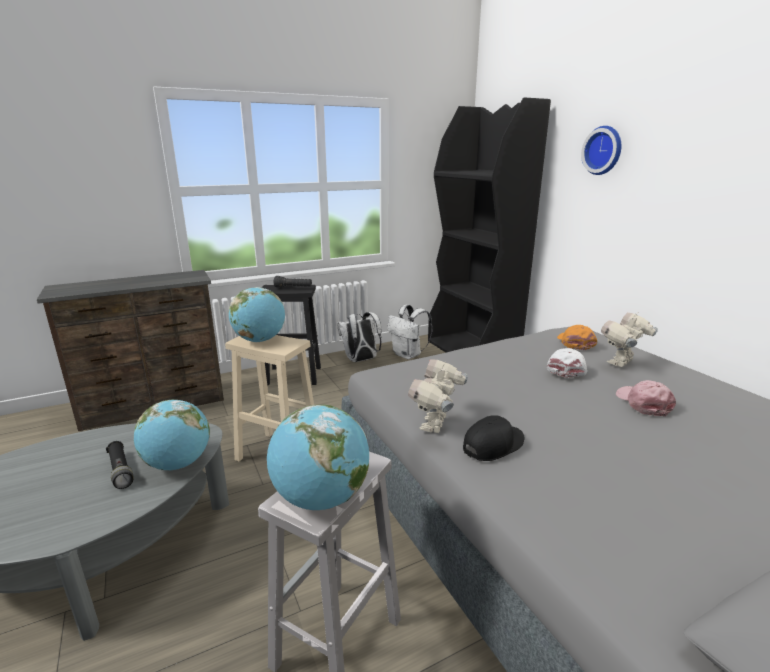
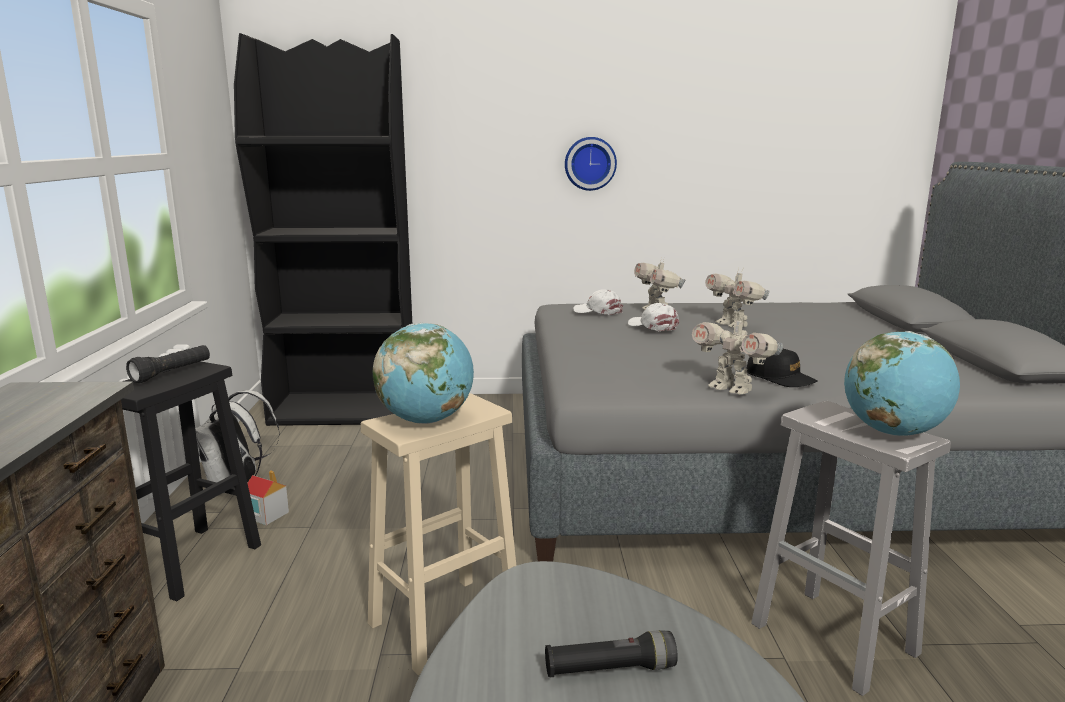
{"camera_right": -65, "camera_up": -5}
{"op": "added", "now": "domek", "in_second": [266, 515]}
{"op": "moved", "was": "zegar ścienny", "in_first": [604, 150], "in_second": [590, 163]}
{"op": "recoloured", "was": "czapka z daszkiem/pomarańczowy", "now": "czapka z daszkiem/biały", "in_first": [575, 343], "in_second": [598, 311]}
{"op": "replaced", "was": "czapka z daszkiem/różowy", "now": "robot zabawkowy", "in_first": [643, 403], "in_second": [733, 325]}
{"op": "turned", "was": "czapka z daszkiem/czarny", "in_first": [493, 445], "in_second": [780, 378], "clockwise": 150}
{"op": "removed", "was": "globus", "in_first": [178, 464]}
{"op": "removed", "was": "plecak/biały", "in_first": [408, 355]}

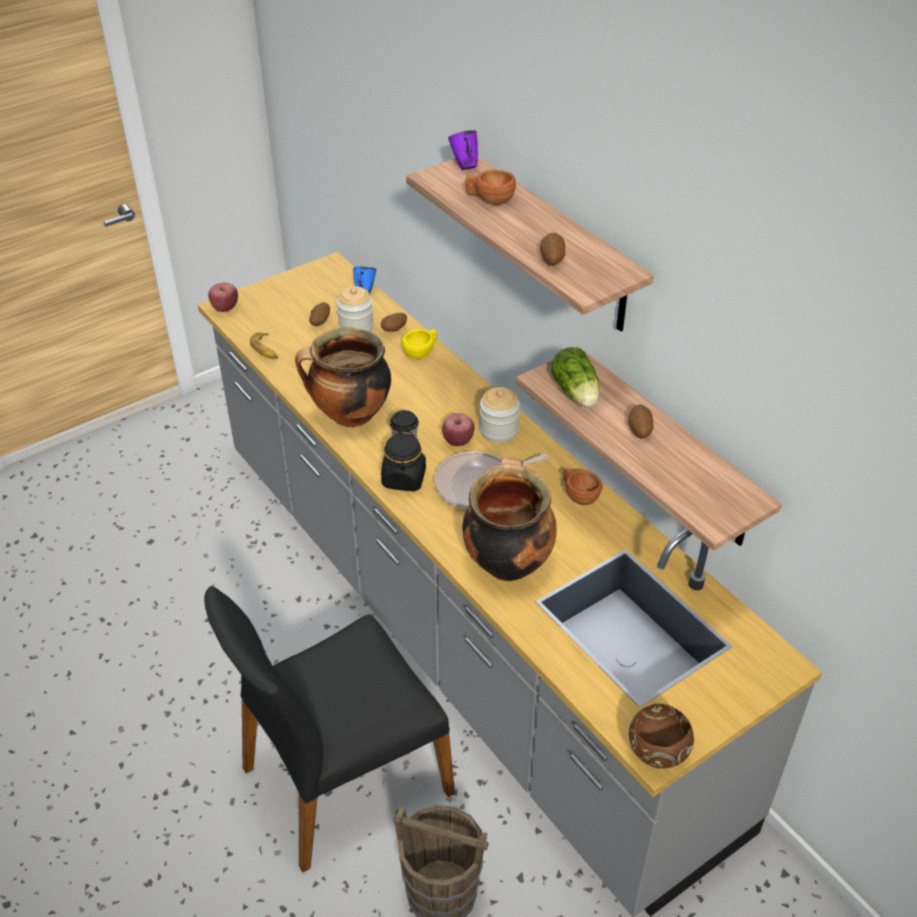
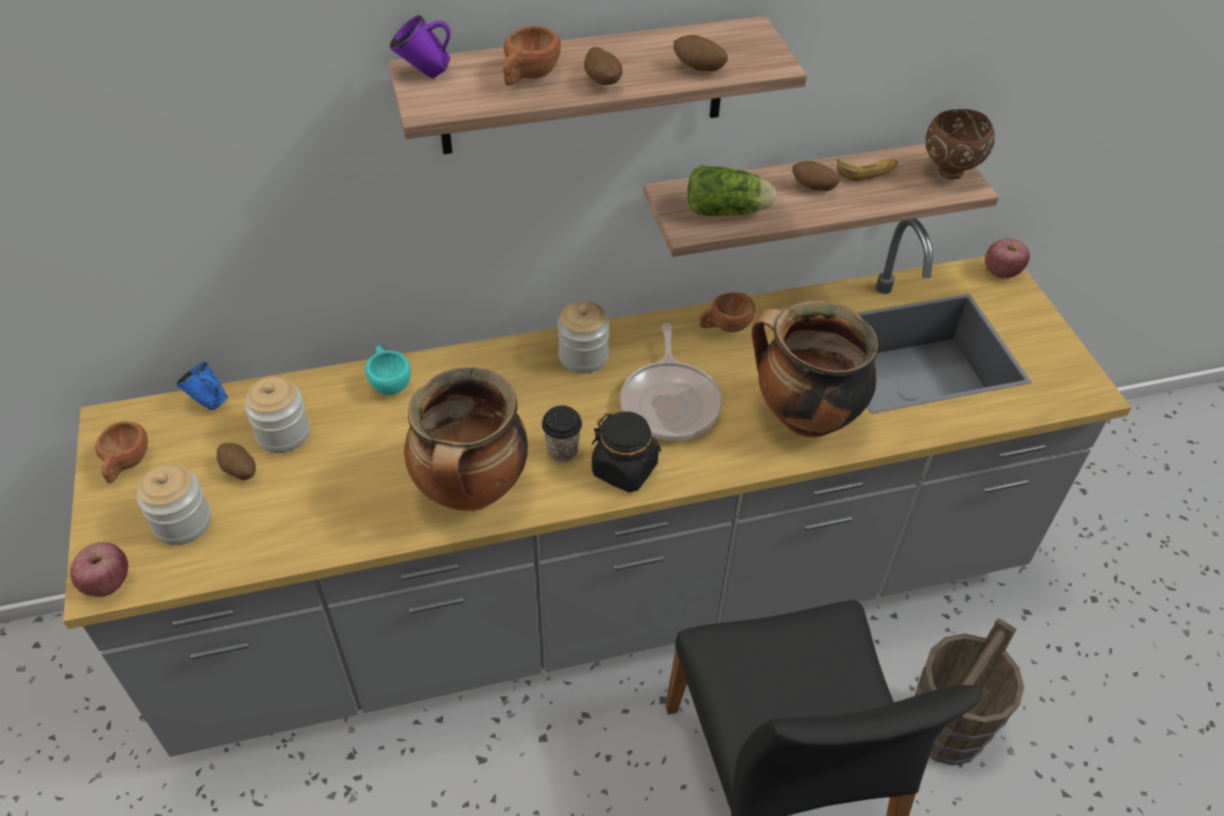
{"camera_right": -70, "camera_up": 5}
{"op": "added", "now": "filiżanka/brązowy", "in_second": [126, 465]}
{"op": "added", "now": "słoik", "in_second": [182, 522]}
{"op": "recoloured", "was": "filiżanka/żółty", "now": "filiżanka/turkusowy", "in_first": [421, 352], "in_second": [389, 382]}
{"op": "moved", "was": "ziemniak", "in_first": [394, 330], "in_second": [603, 82]}
{"op": "moved", "was": "banan", "in_first": [266, 350], "in_second": [867, 172]}
{"op": "moved", "was": "miska/brązowy", "in_first": [655, 757], "in_second": [948, 173]}
{"op": "moved", "was": "jabłko", "in_first": [458, 441], "in_second": [1001, 272]}

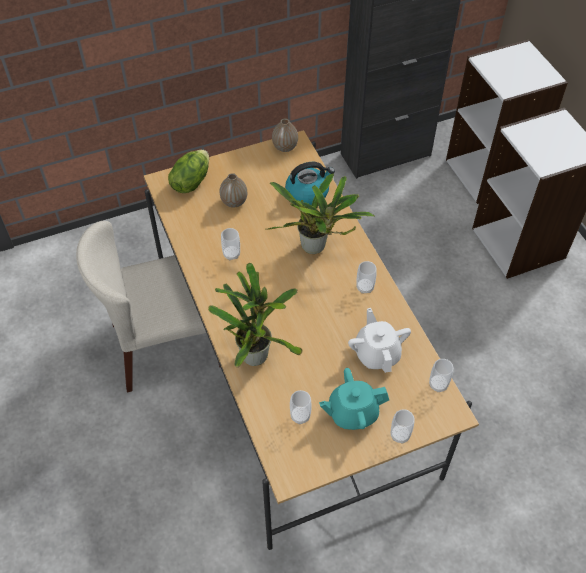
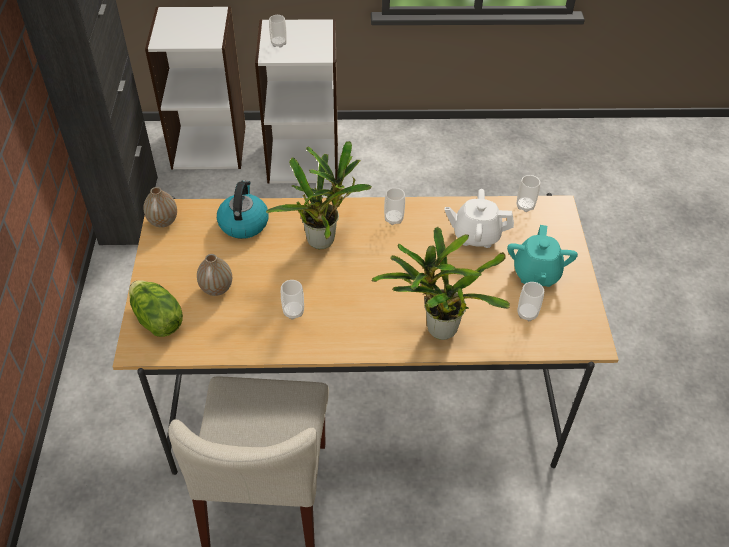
{"camera_right": -70, "camera_up": -5}
{"op": "moved", "was": "filiżanka", "in_first": [400, 435], "in_second": [278, 43]}

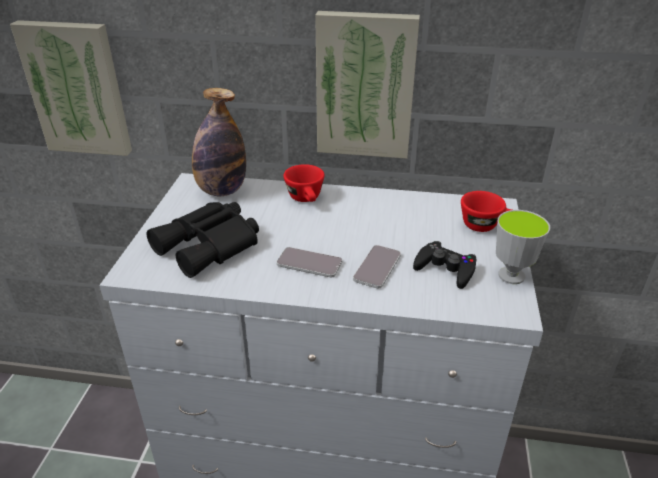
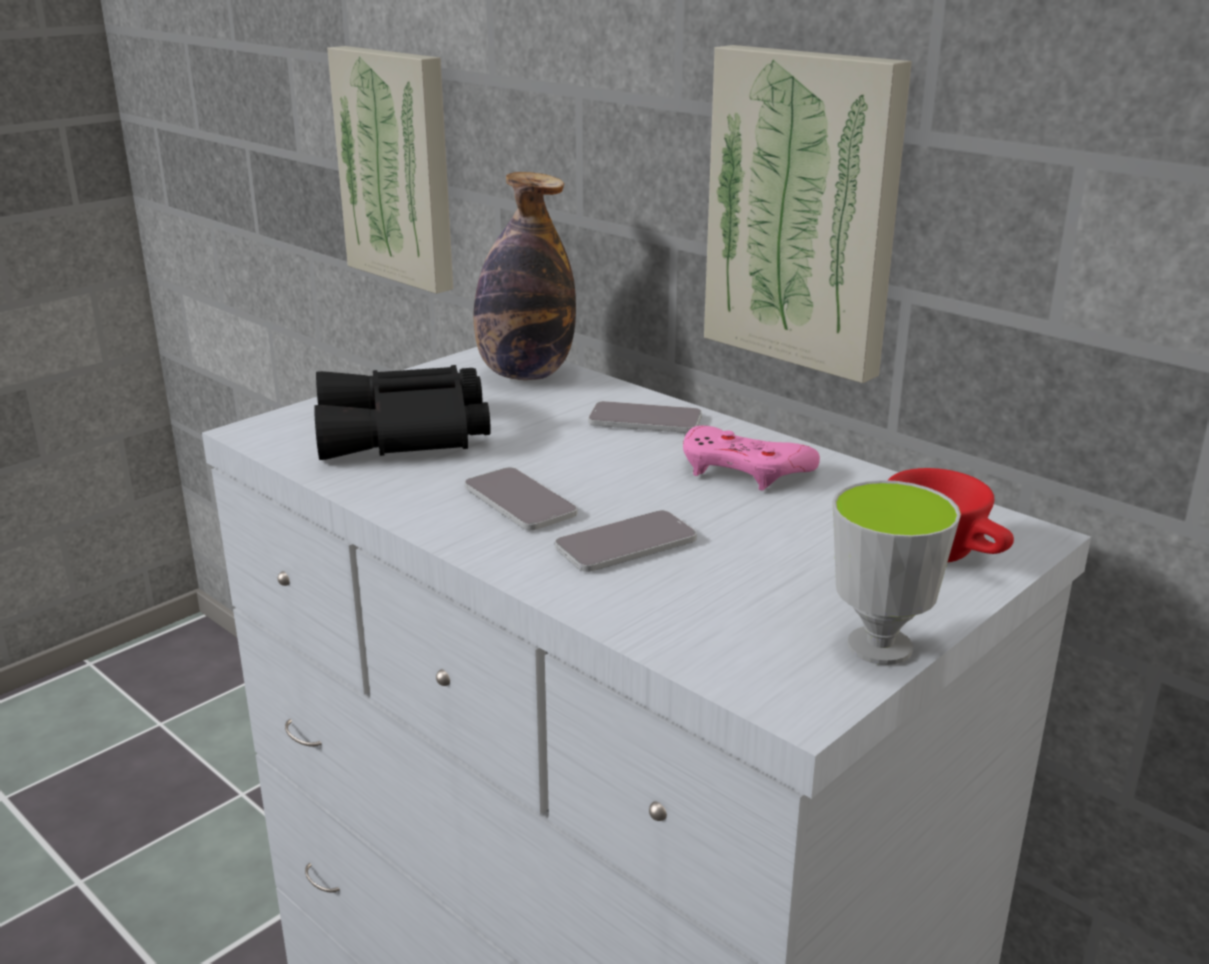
{"camera_right": 35, "camera_up": -10}
{"op": "replaced", "was": "filiżanka/czerwony", "now": "telefon", "in_first": [306, 199], "in_second": [645, 420]}
{"op": "added", "now": "pad do gier/różowy", "in_second": [744, 469]}
{"op": "removed", "was": "pad do gier/czarny", "in_first": [445, 269]}

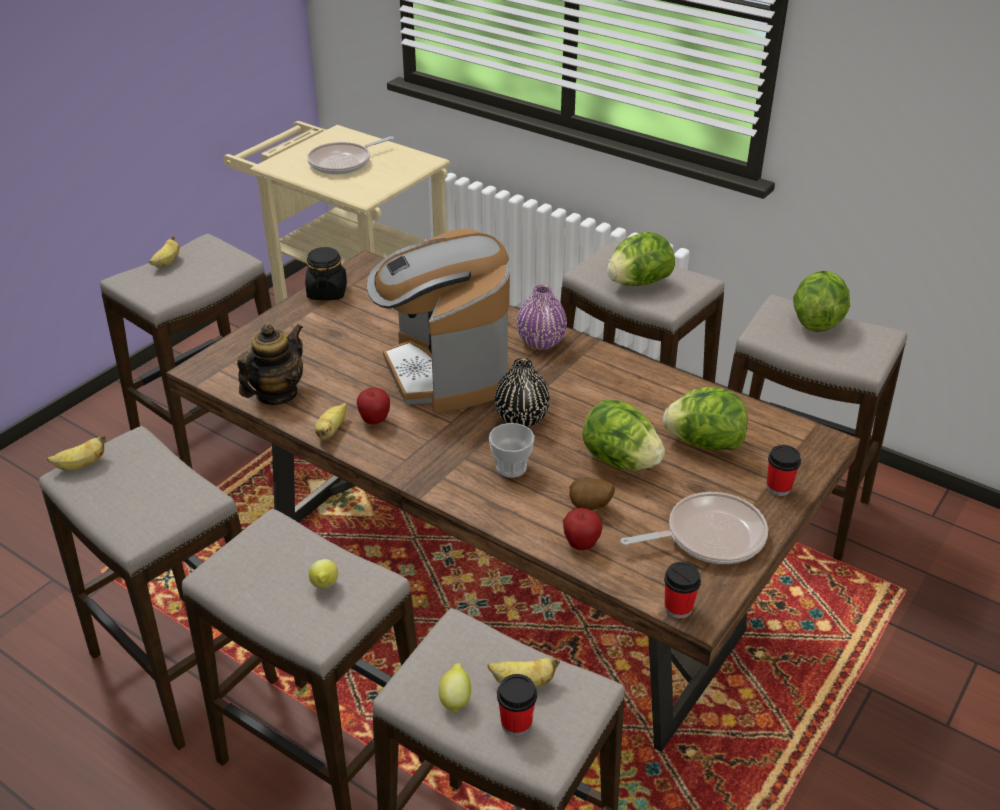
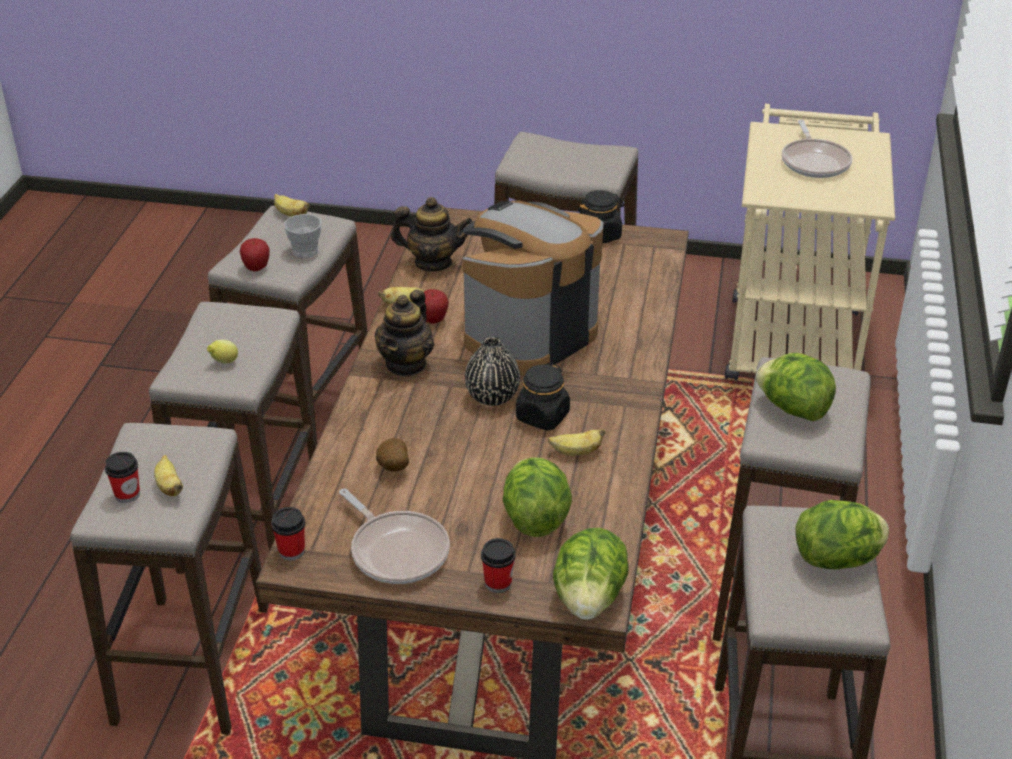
{"camera_right": 65, "camera_up": 0}
{"op": "moved", "was": "jabłko", "in_first": [581, 544], "in_second": [256, 268]}
{"op": "moved", "was": "filiżanka", "in_first": [511, 467], "in_second": [305, 251]}
{"op": "added", "now": "imbryk", "in_second": [406, 364]}
{"op": "added", "now": "słoik/czarny", "in_second": [542, 416]}
{"op": "moved", "was": "banan", "in_first": [167, 263], "in_second": [576, 452]}
{"op": "moved", "was": "sałata", "in_first": [620, 461], "in_second": [589, 598]}
{"op": "turned", "was": "patelnia", "in_first": [343, 162], "in_second": [814, 162], "clockwise": -120}
{"op": "removed", "was": "cytryna", "in_first": [455, 699]}
{"op": "removed", "was": "wazon/fioletowy", "in_first": [541, 342]}

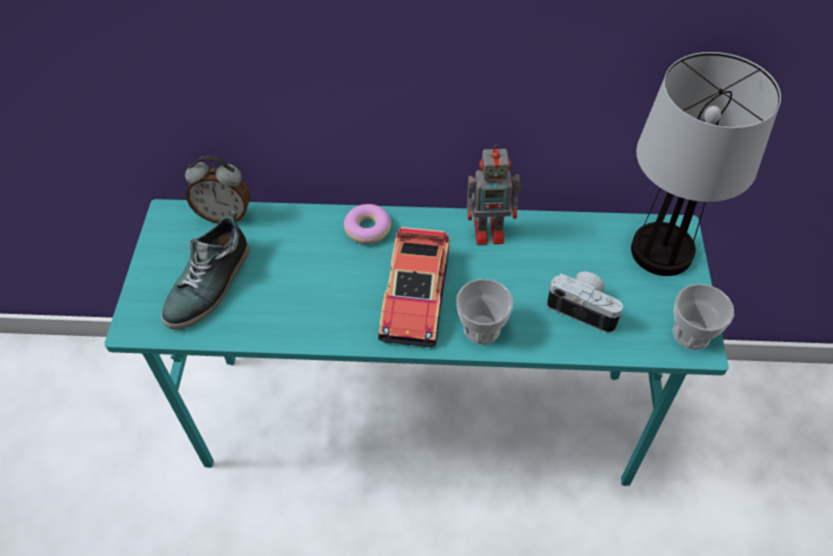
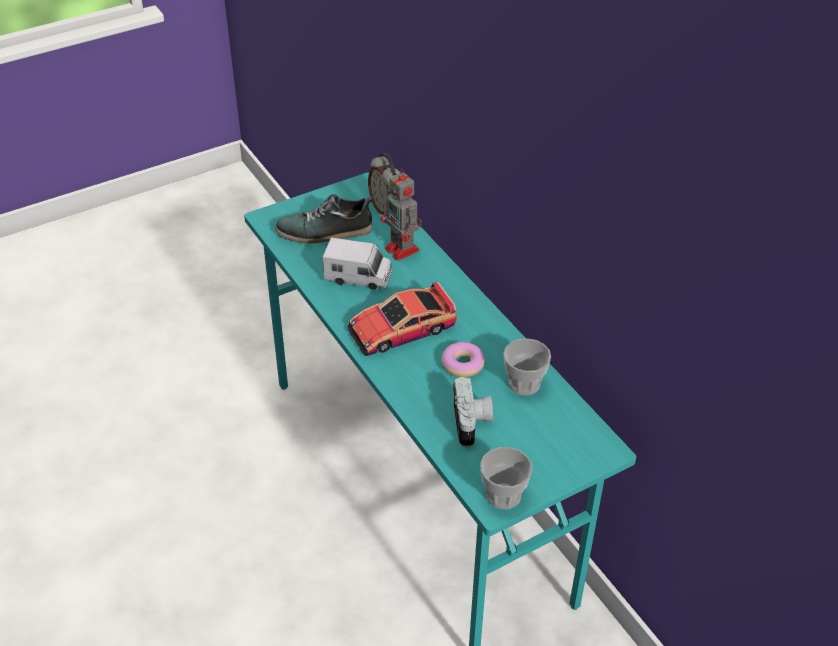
{"camera_right": 55, "camera_up": -10}
{"op": "added", "now": "ciężarówka zabawkowa", "in_second": [358, 277]}
{"op": "moved", "was": "robot zabawkowy", "in_first": [491, 231], "in_second": [403, 250]}
{"op": "moved", "was": "donut", "in_first": [368, 228], "in_second": [463, 364]}
{"op": "moved", "was": "filiżanka", "in_first": [482, 328], "in_second": [524, 384]}
{"op": "removed", "was": "lampa stołowa", "in_first": [660, 250]}

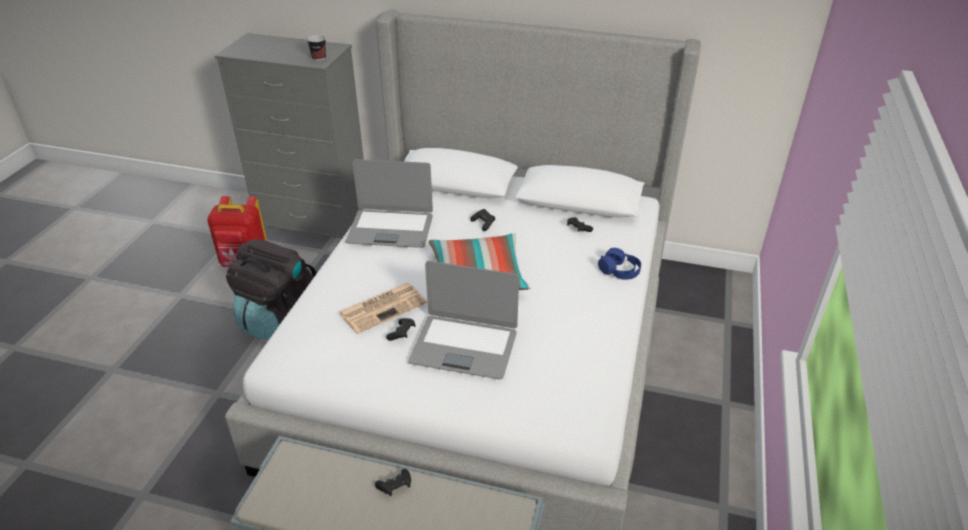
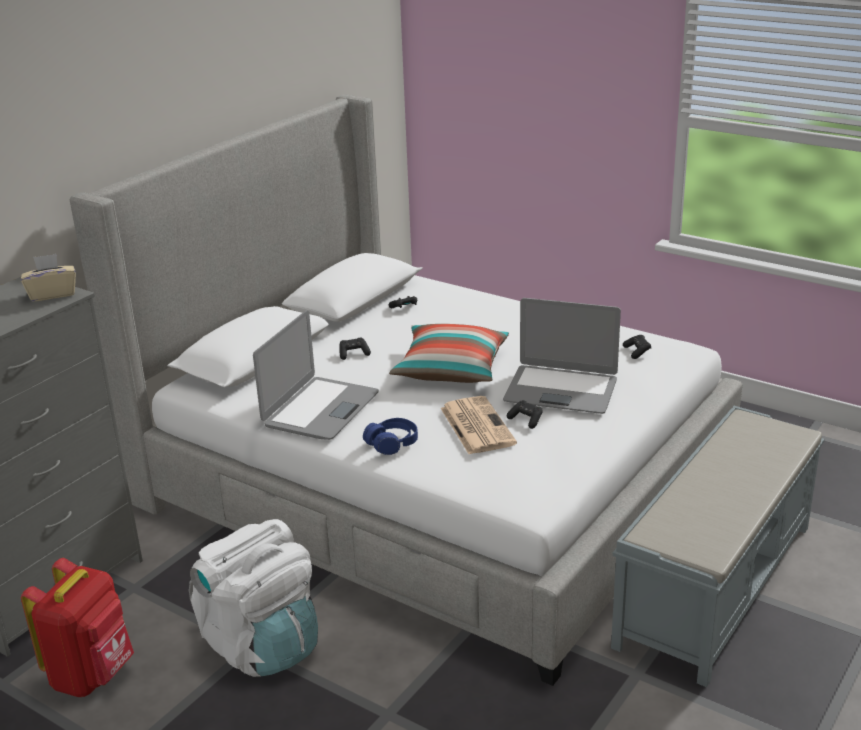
{"camera_right": -70, "camera_up": -10}
{"op": "replaced", "was": "filiżanka", "now": "pudełko chusteczek/beżowy", "in_first": [319, 58], "in_second": [52, 294]}
{"op": "recoloured", "was": "plecak/czarny", "now": "plecak/biały", "in_first": [278, 318], "in_second": [261, 644]}
{"op": "moved", "was": "słuchawki/niebieski", "in_first": [619, 271], "in_second": [392, 443]}
{"op": "turned", "was": "laptop", "in_first": [464, 346], "in_second": [561, 390], "clockwise": 75}
{"op": "moved", "was": "pad do gier/czarny", "in_first": [395, 487], "in_second": [637, 352]}

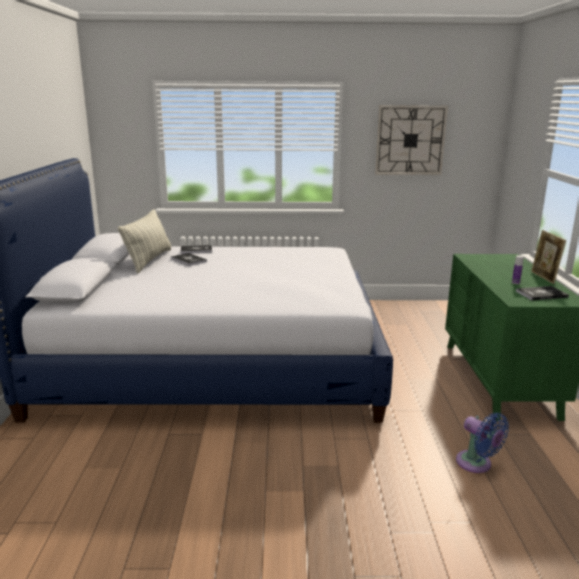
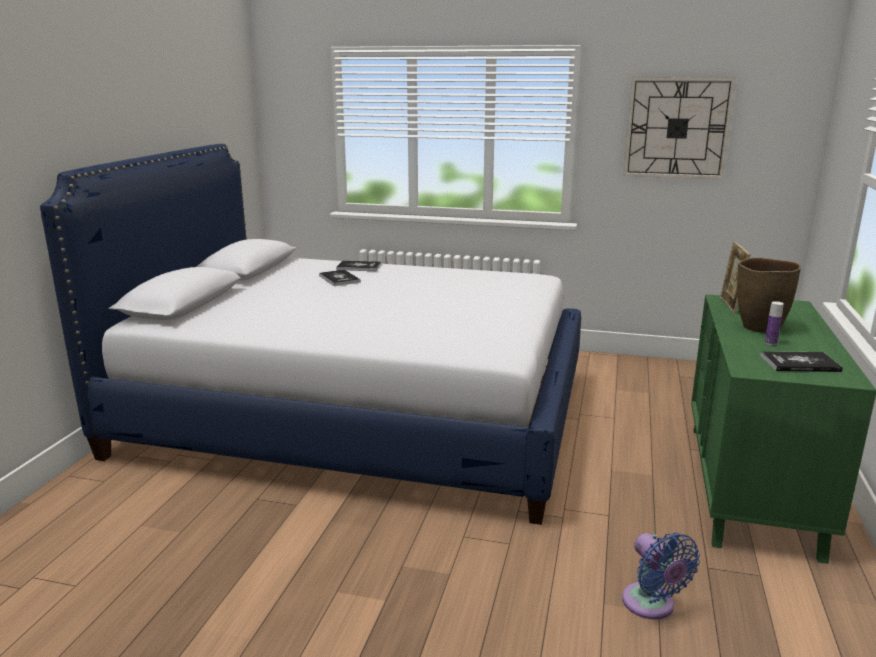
{"camera_right": 15, "camera_up": 0}
{"op": "moved", "was": "ramka na zdjęcie", "in_first": [544, 278], "in_second": [730, 305]}
{"op": "added", "now": "wazon/brązowy", "in_second": [759, 327]}
{"op": "removed", "was": "poduszka", "in_first": [149, 260]}

